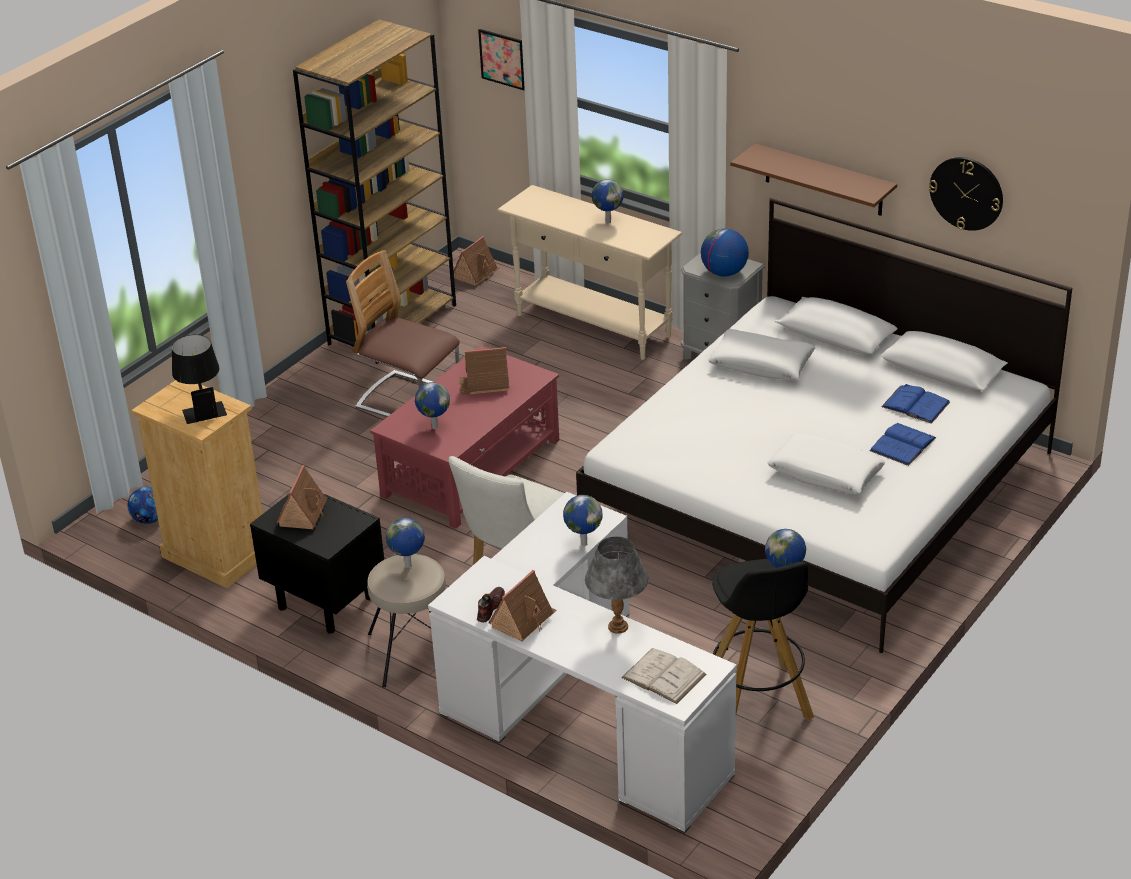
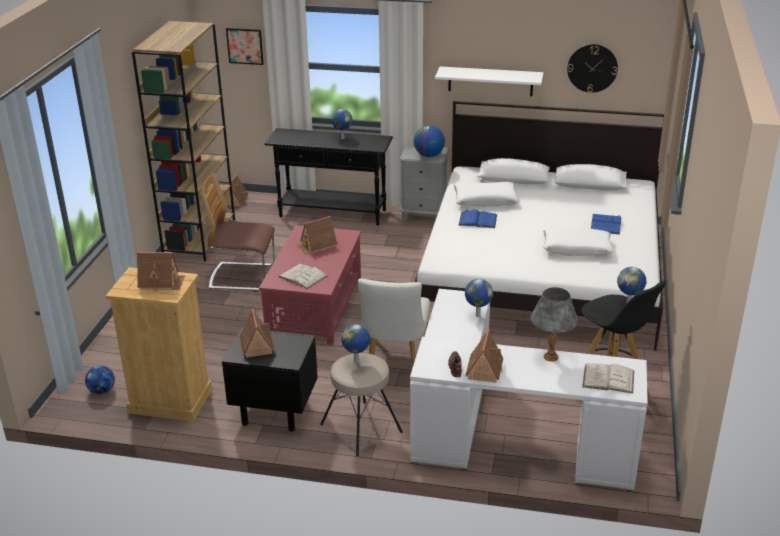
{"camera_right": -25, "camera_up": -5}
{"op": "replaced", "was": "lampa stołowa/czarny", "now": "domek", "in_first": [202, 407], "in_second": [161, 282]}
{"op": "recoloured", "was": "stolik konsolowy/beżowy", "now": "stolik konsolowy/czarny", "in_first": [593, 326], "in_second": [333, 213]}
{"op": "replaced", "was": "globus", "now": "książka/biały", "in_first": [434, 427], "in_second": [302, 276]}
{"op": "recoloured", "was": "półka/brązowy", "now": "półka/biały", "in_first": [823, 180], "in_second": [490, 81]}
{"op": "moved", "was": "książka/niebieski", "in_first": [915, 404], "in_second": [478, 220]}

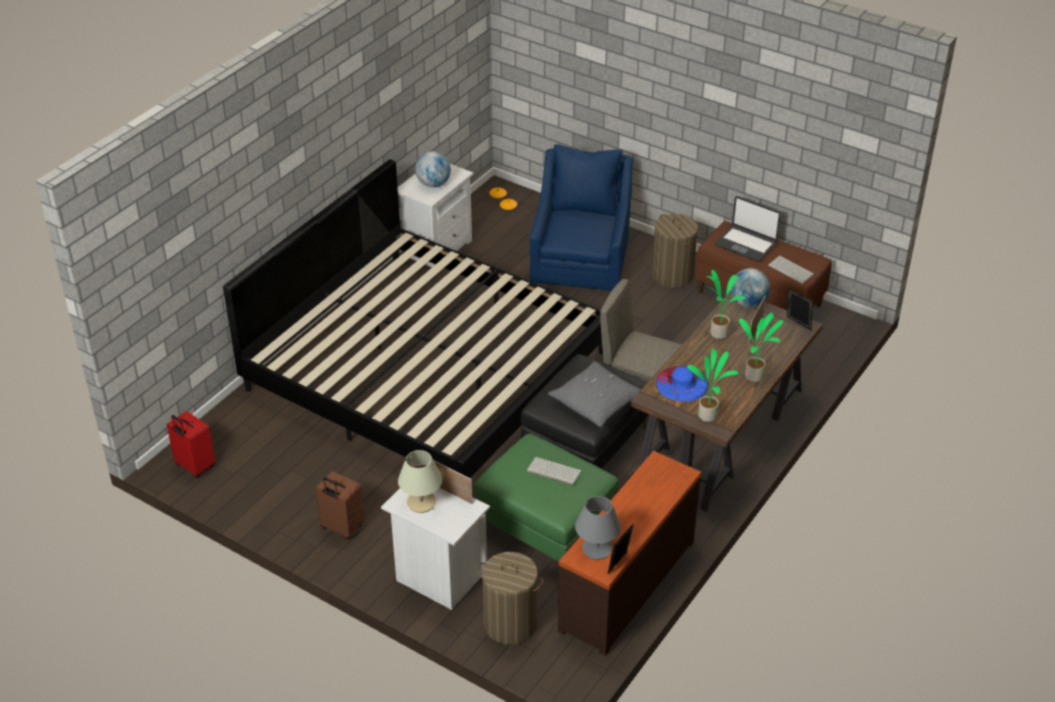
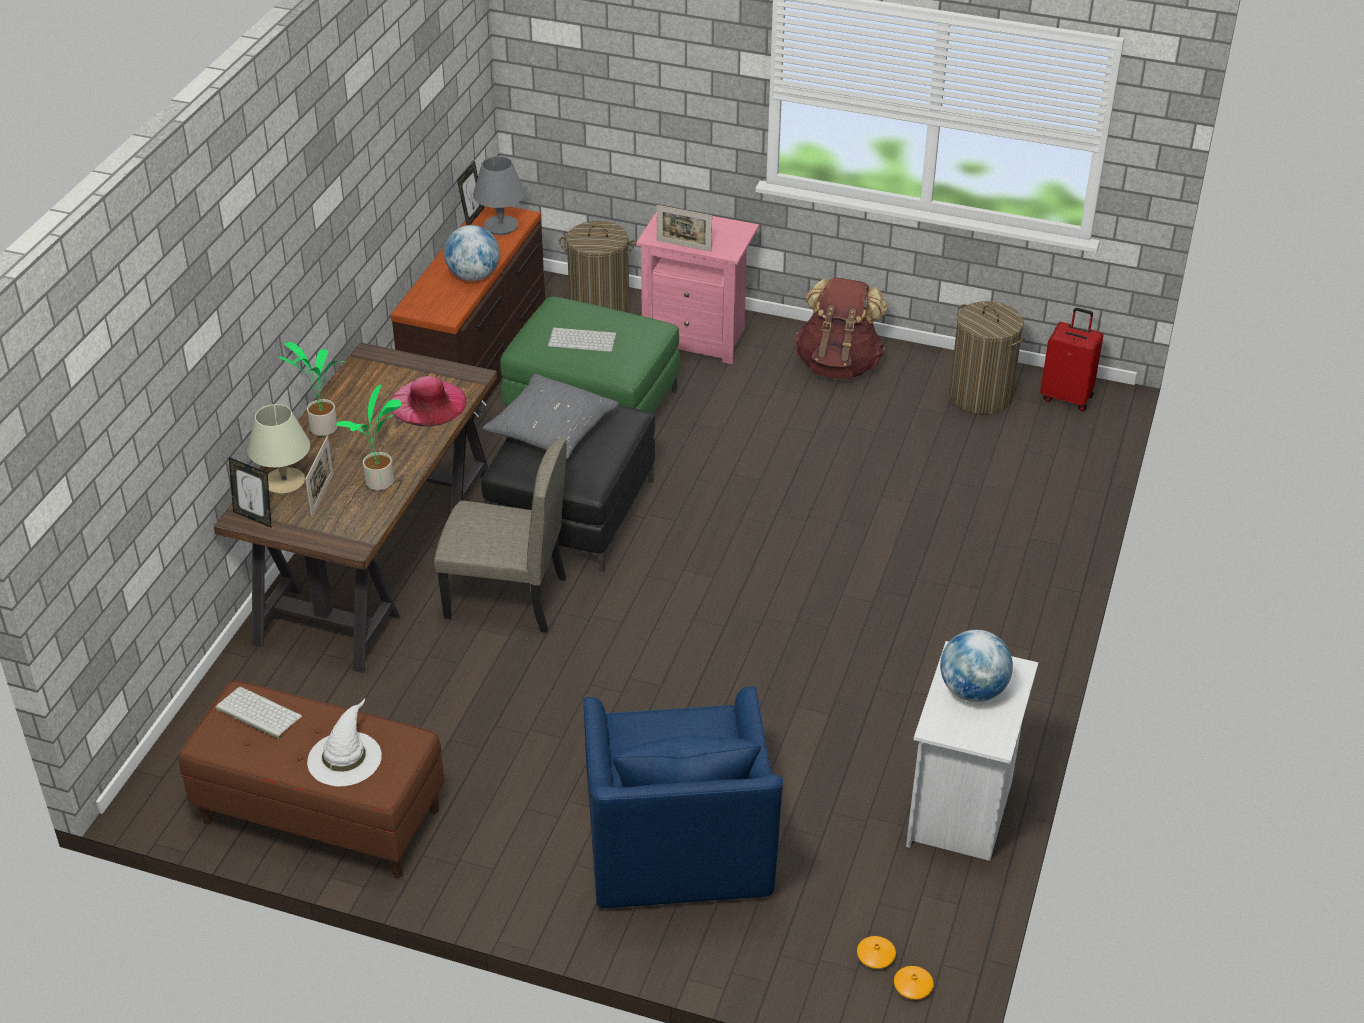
{"camera_right": 165, "camera_up": 0}
{"op": "moved", "was": "lampa stołowa/beżowy", "in_first": [421, 503], "in_second": [284, 482]}
{"op": "replaced", "was": "laptop", "now": "kapelusz/biały", "in_first": [746, 244], "in_second": [344, 757]}
{"op": "recoloured", "was": "kapelusz/niebieski", "now": "kapelusz/różowy", "in_first": [682, 383], "in_second": [428, 403]}
{"op": "moved", "was": "globus", "in_first": [748, 303], "in_second": [473, 276]}
{"op": "recoloured", "was": "szafka nocna/biały", "now": "szafka nocna/różowy", "in_first": [438, 578], "in_second": [698, 337]}
{"op": "replaced", "was": "walizka/brązowy", "now": "plecak/brązowy", "in_first": [341, 528], "in_second": [838, 365]}
{"op": "moved", "was": "kosz na pranie", "in_first": [672, 275], "in_second": [980, 396]}
{"op": "removed", "was": "łóżko", "in_first": [426, 369]}
{"op": "removed", "was": "roślina doniczkowa", "in_first": [708, 415]}

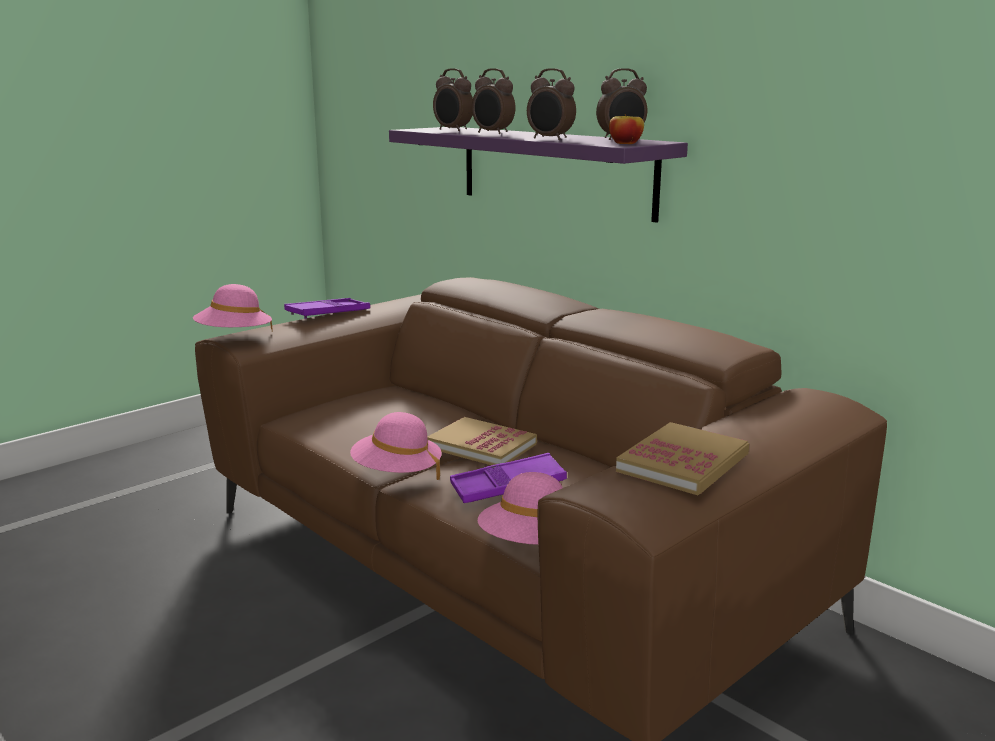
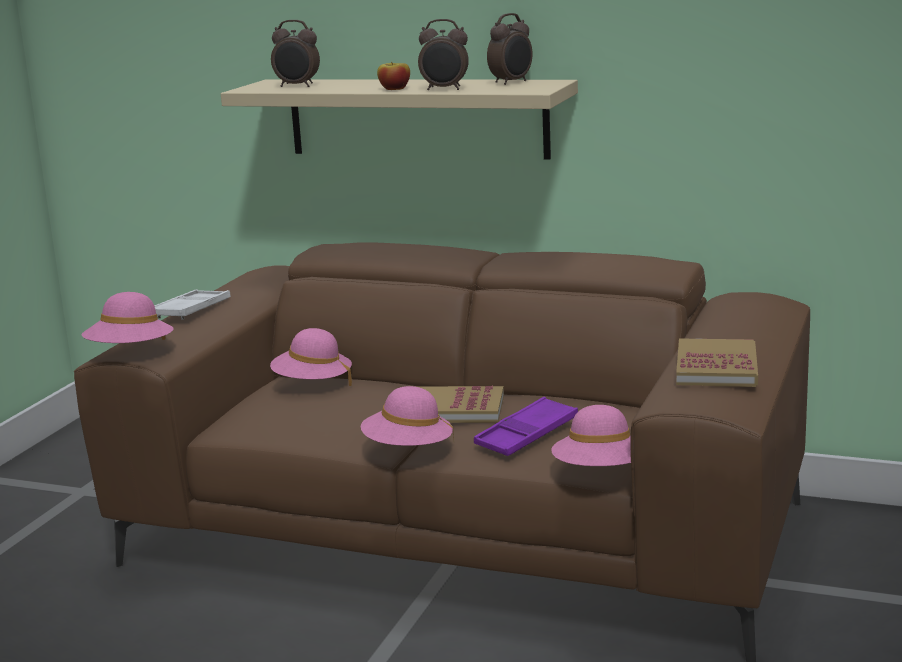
{"camera_right": -25, "camera_up": 0}
{"op": "recoloured", "was": "taca/fioletowy", "now": "taca/biały", "in_first": [328, 313], "in_second": [191, 310]}
{"op": "recoloured", "was": "półka/fioletowy", "now": "półka/beżowy", "in_first": [554, 170], "in_second": [416, 118]}
{"op": "added", "now": "kapelusz/różowy", "in_second": [312, 384]}
{"op": "moved", "was": "jabłko", "in_first": [625, 143], "in_second": [394, 89]}
{"op": "removed", "was": "budzik", "in_first": [492, 133]}

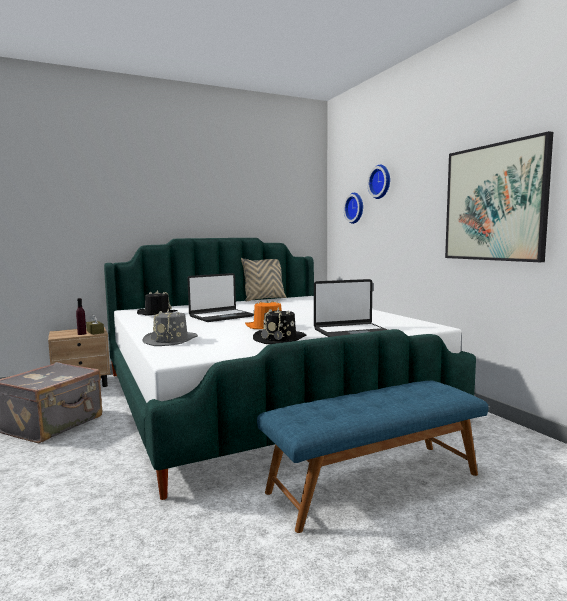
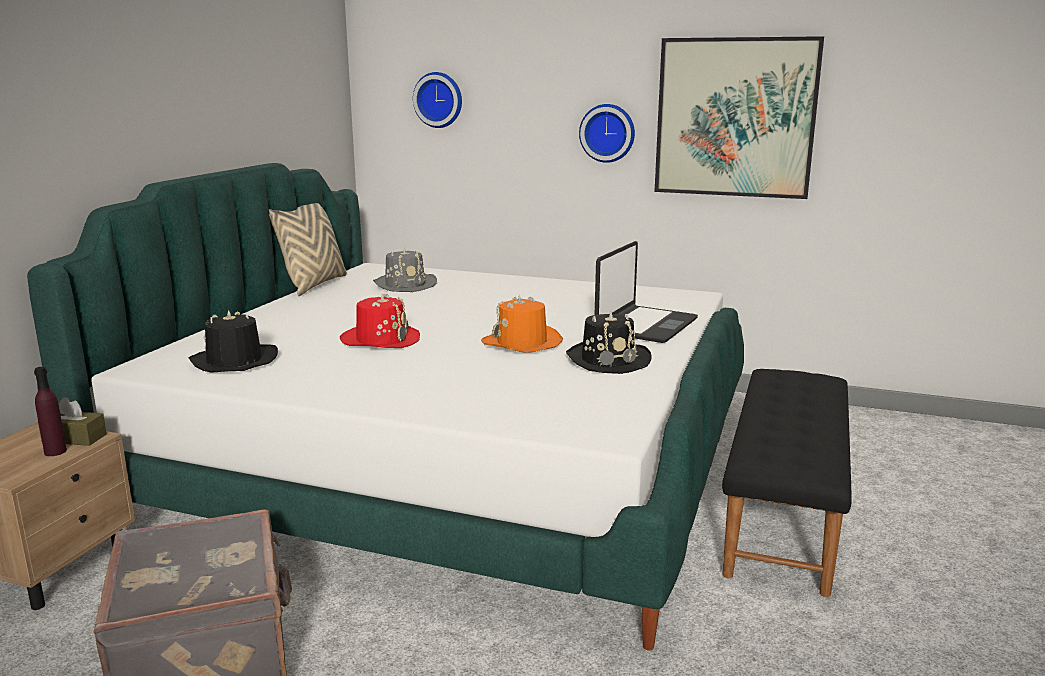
{"camera_right": -45, "camera_up": 10}
{"op": "replaced", "was": "laptop", "now": "kapelusz/czerwony", "in_first": [221, 316], "in_second": [380, 340]}
{"op": "moved", "was": "kapelusz/szary", "in_first": [171, 340], "in_second": [405, 285]}
{"op": "moved", "was": "zegar ścienny", "in_first": [381, 182], "in_second": [608, 133]}
{"op": "recoloured", "was": "ławka/niebieski", "now": "ławka/czarny", "in_first": [374, 482], "in_second": [782, 512]}

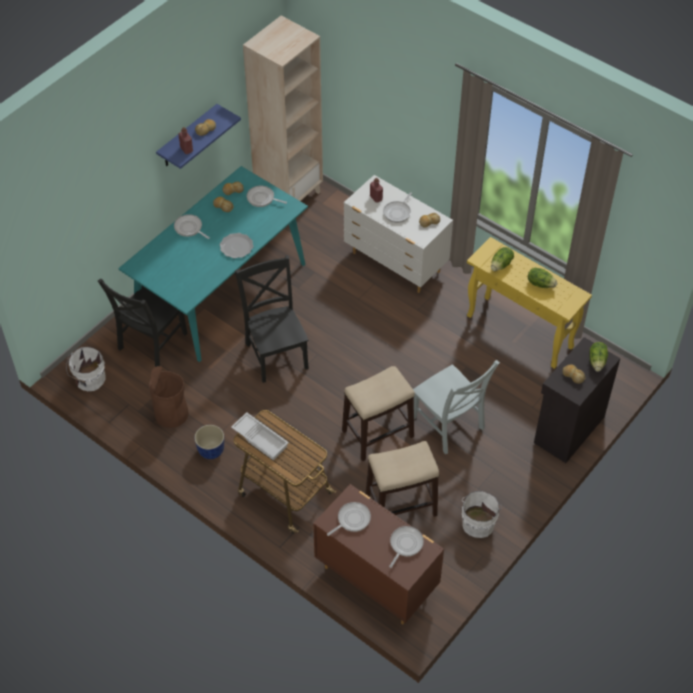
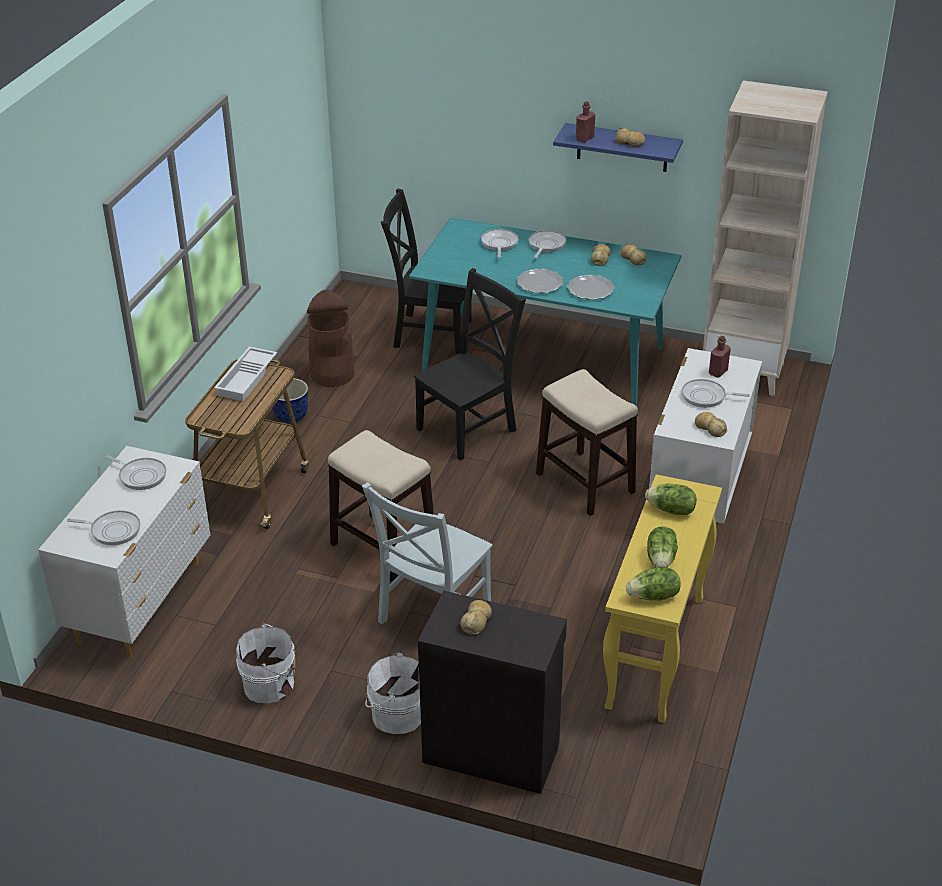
{"camera_right": 70, "camera_up": -15}
{"op": "recoloured", "was": "komoda/brązowy", "now": "komoda/biały", "in_first": [376, 579], "in_second": [142, 602]}
{"op": "moved", "was": "wiadro/biały", "in_first": [89, 380], "in_second": [395, 714]}
{"op": "moved", "was": "patelnia", "in_first": [262, 198], "in_second": [499, 244]}
{"op": "moved", "was": "stołek", "in_first": [401, 505], "in_second": [585, 483]}
{"op": "added", "now": "talerz", "in_second": [590, 289]}
{"op": "moved", "was": "sałata", "in_first": [597, 361], "in_second": [654, 596]}

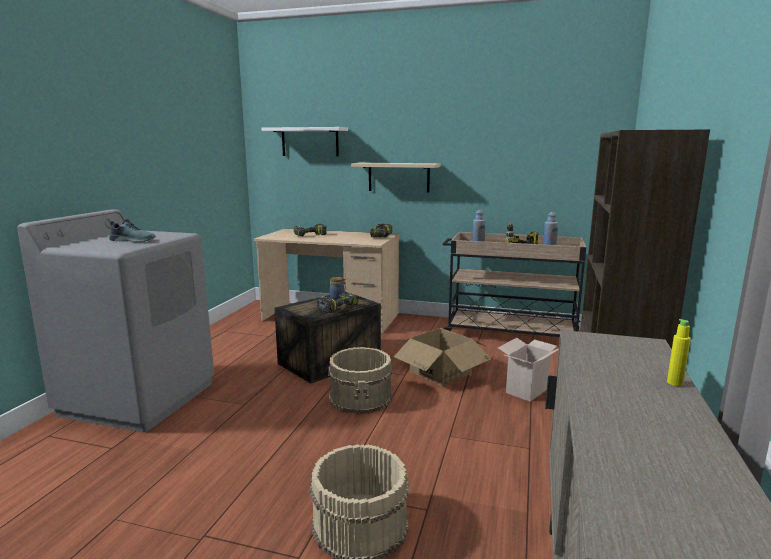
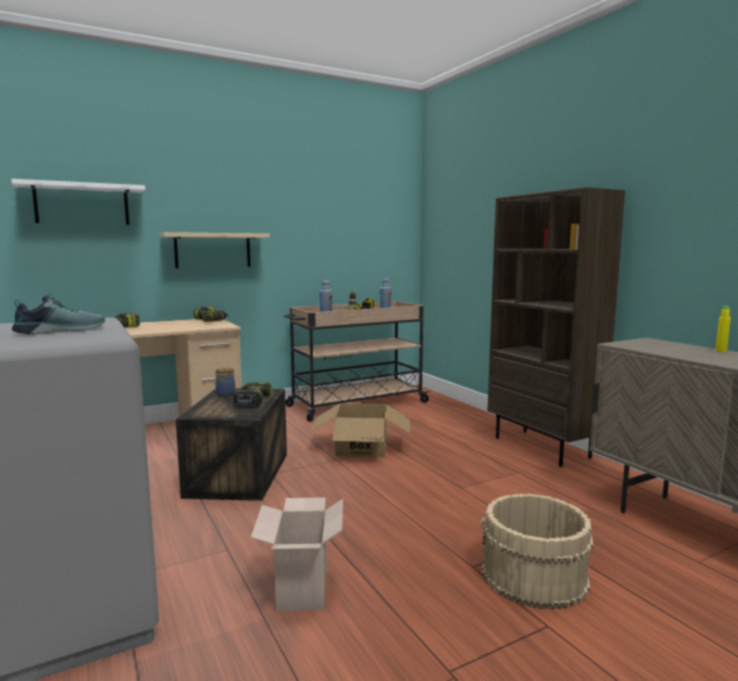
{"camera_right": -45, "camera_up": -5}
{"op": "moved", "was": "karton", "in_first": [526, 390], "in_second": [300, 588]}
{"op": "removed", "was": "wiadro/beżowy", "in_first": [361, 397]}

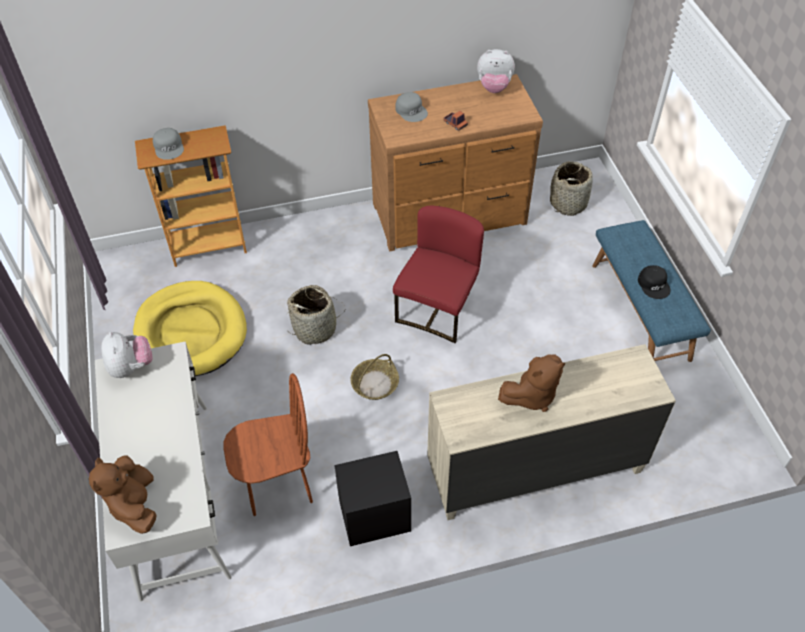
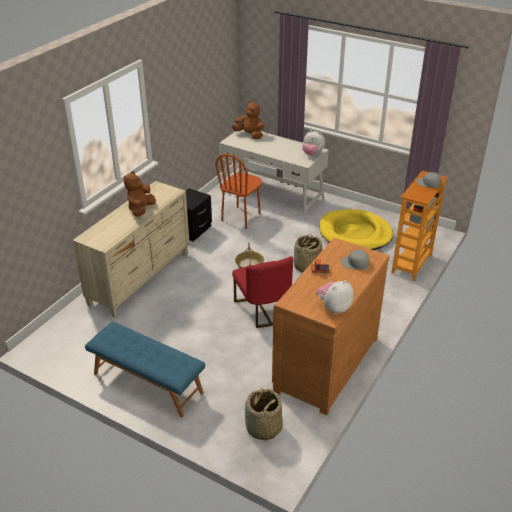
{"camera_right": 135, "camera_up": -15}
{"op": "removed", "was": "czapka z daszkiem/czarny", "in_first": [654, 284]}

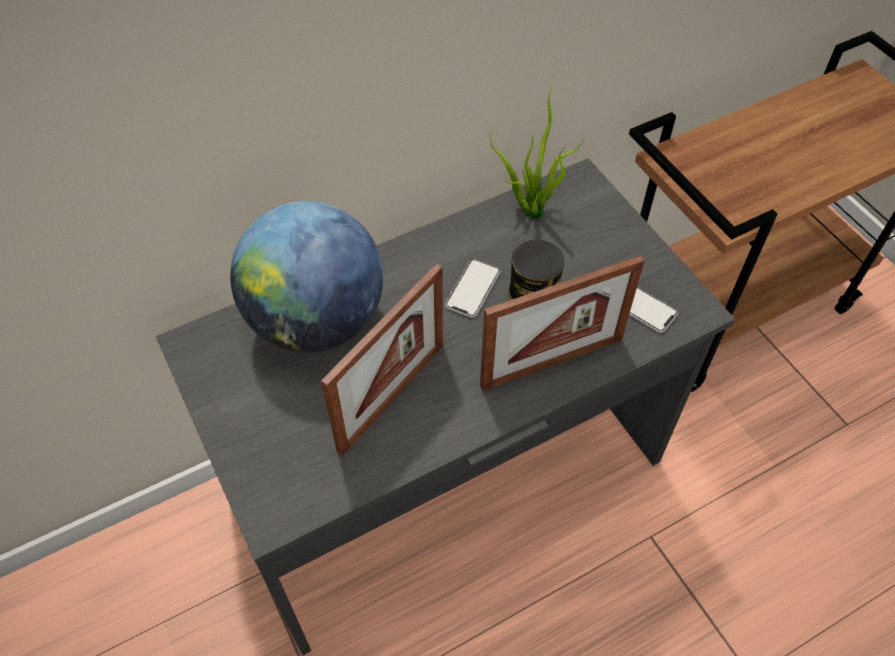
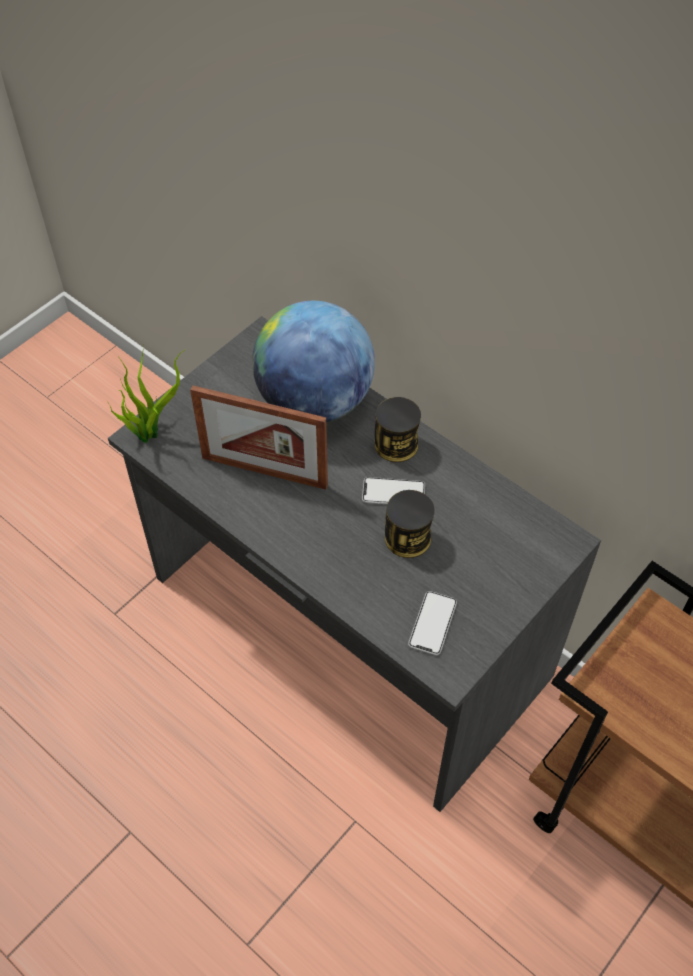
{"camera_right": 70, "camera_up": 0}
{"op": "moved", "was": "roślina doniczkowa", "in_first": [530, 208], "in_second": [150, 432]}
{"op": "added", "now": "puszka", "in_second": [396, 444]}
{"op": "removed", "was": "ramka na zdjęcie", "in_first": [552, 362]}

